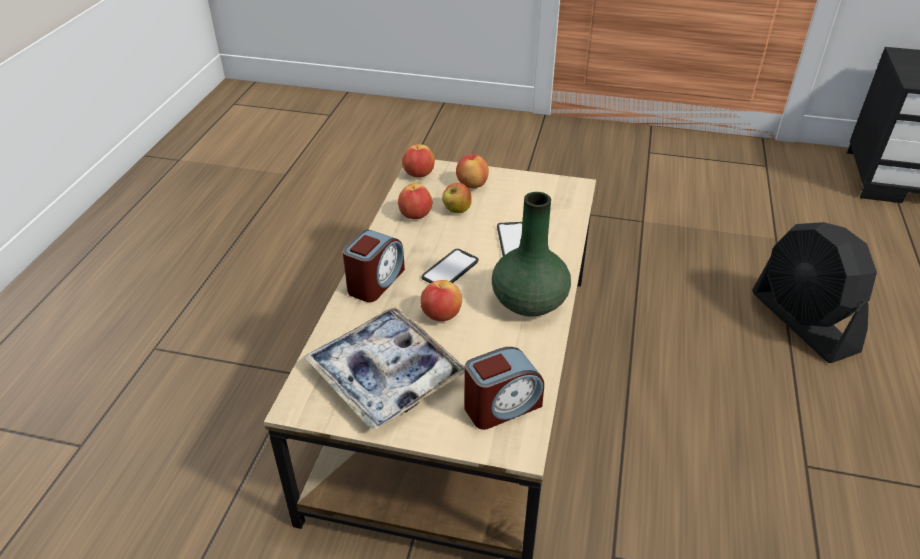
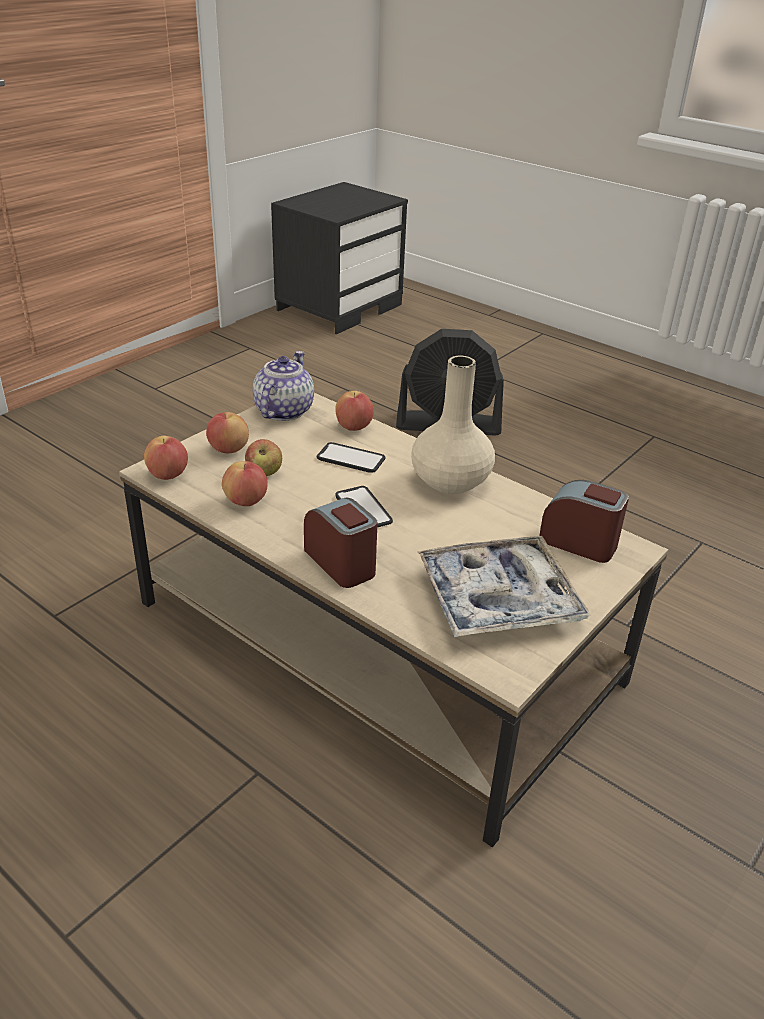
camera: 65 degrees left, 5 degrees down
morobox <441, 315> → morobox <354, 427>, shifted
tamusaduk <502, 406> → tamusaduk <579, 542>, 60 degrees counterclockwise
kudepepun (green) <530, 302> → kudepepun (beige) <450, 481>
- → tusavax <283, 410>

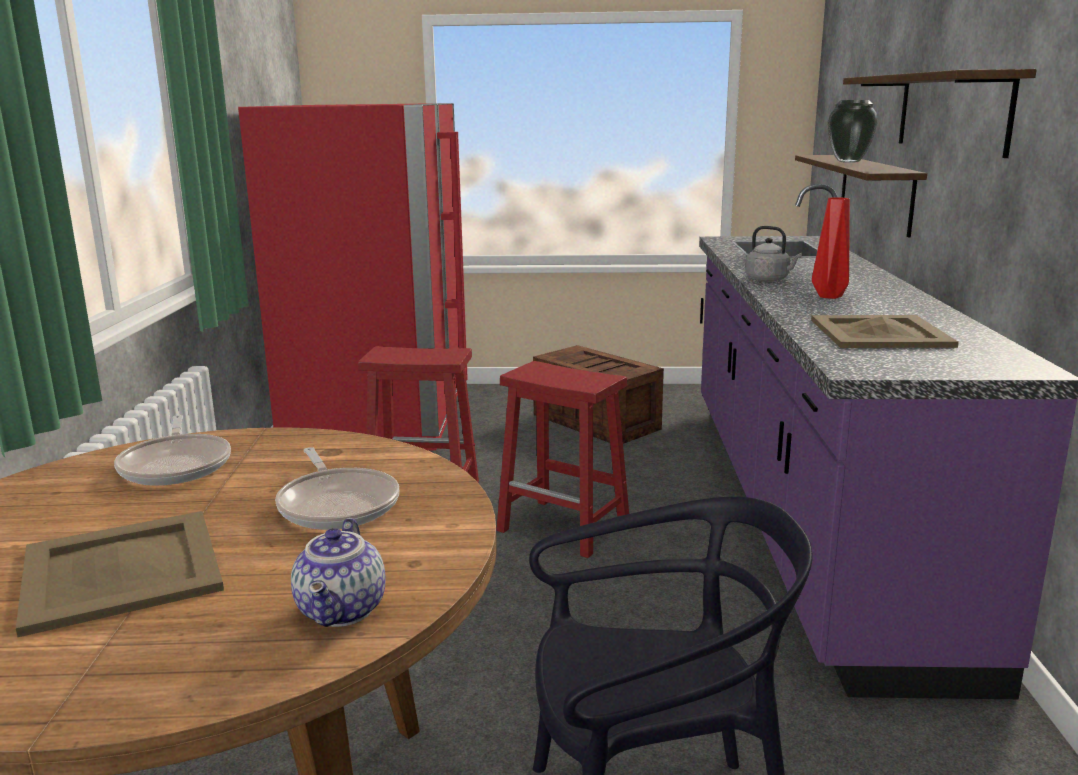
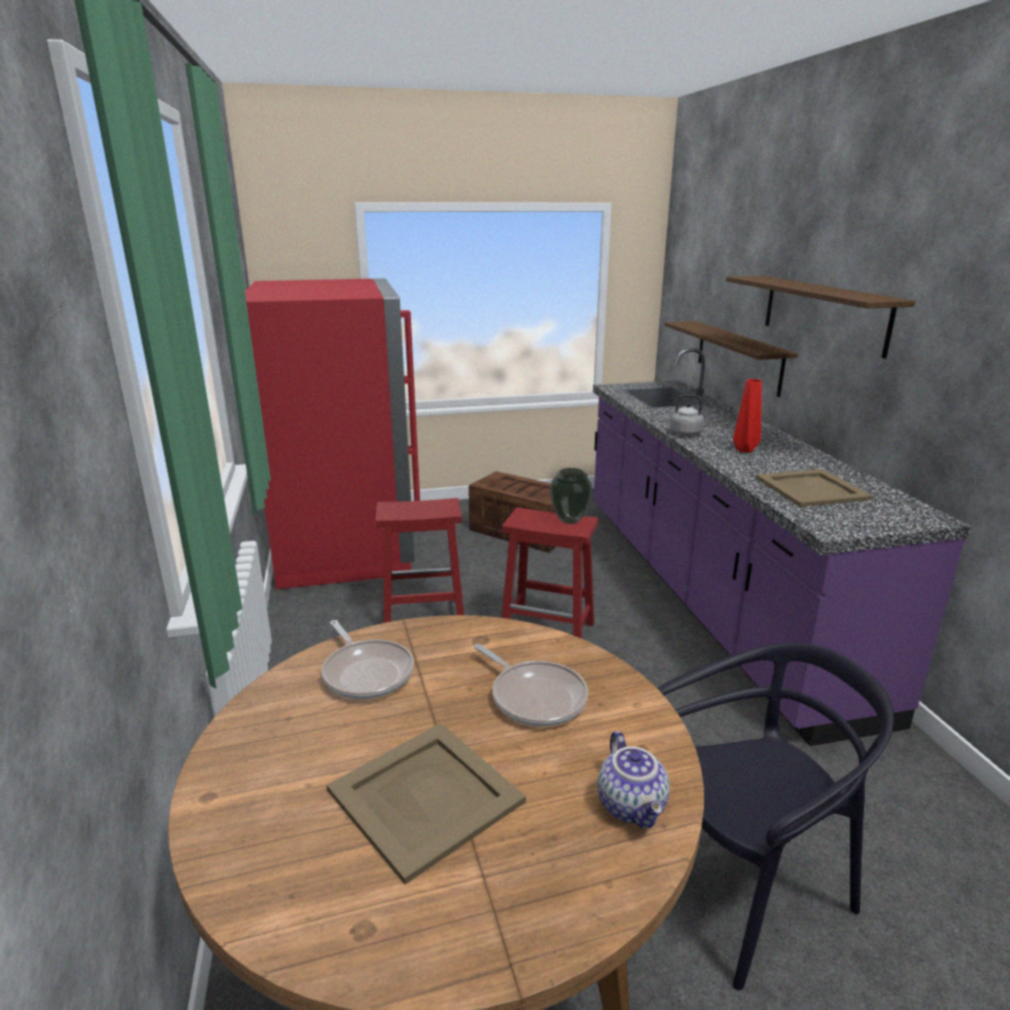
camera: 15 degrees left, 5 degrees up
kudepepun <848, 162> → kudepepun <569, 521>, shifted

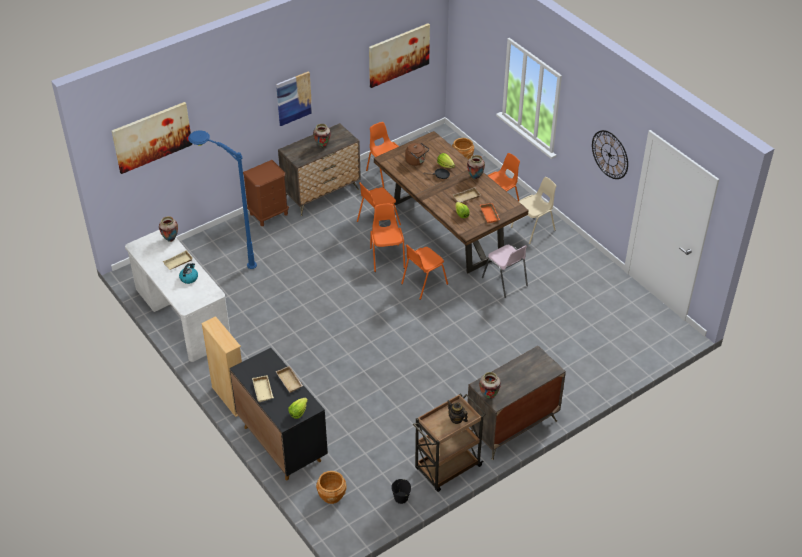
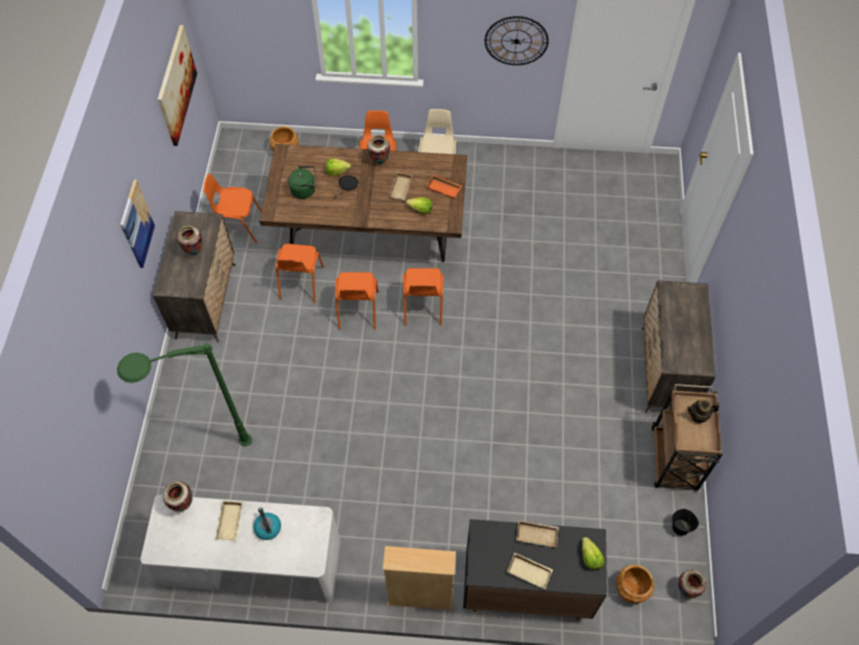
camera: 50 degrees left, 15 degrees up
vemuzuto <152, 137> → -
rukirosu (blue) <225, 256> → rukirosu (green) <204, 455>
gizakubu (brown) <268, 214> → -
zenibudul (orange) <387, 258> → zenibudul (orange) <357, 311>, 120 degrees counterclockwise
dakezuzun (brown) <416, 161> → dakezuzun (green) <305, 190>
kudepepun <488, 396> → kudepepun <686, 590>, shifted
zenibudul (pink) <505, 282> → -

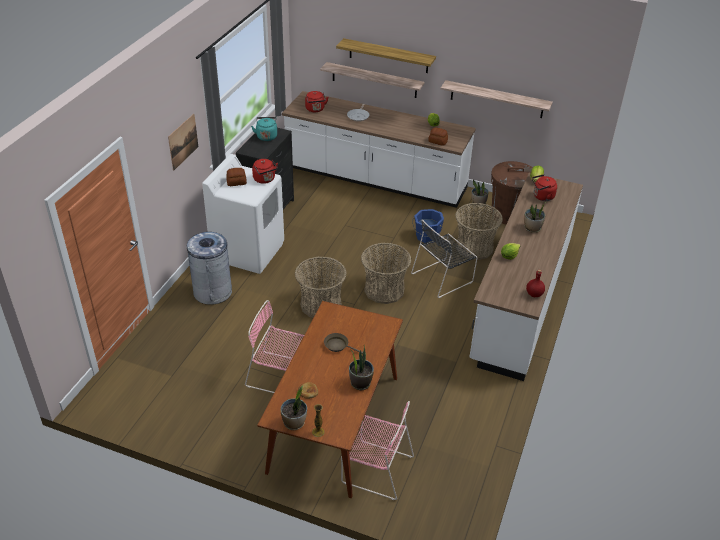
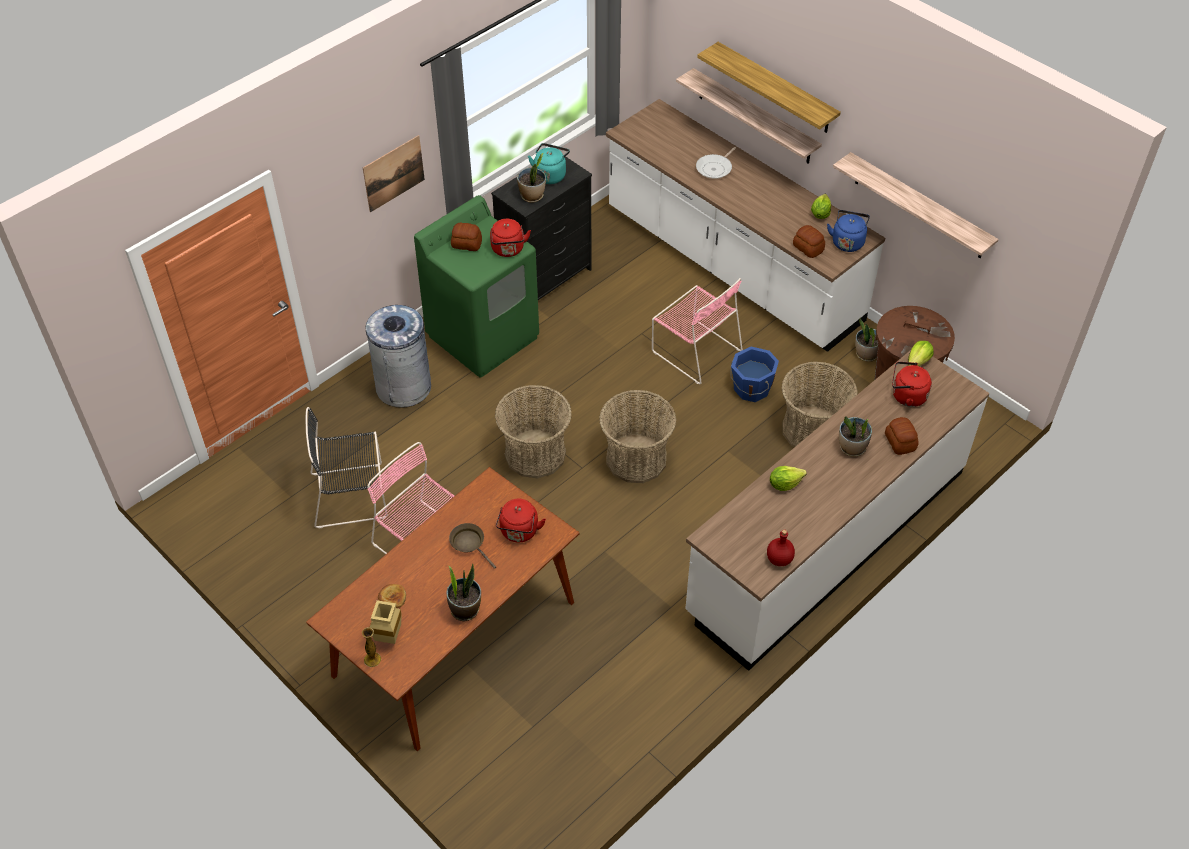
camera: 25 degrees right, 10 degrees up
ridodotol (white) <248, 251> → ridodotol (green) <483, 336>
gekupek <294, 423> → gekupek <532, 196>, shifted
dakezuzun (red) <315, 109> → dakezuzun (red) <519, 532>, shifted
zenibudul (pink) <375, 468> → zenibudul (pink) <694, 349>, shifted
zenibudul (black) <443, 277> → zenibudul (black) <352, 495>, shifted
- → kudepepun (beige) <389, 639>
- → dakezuzun (blue) <847, 241>
- → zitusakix <899, 442>

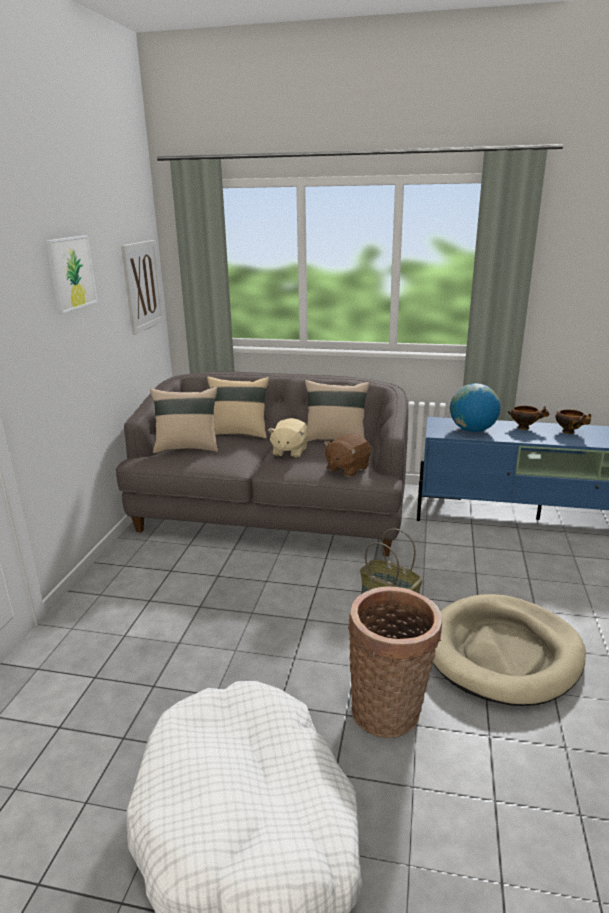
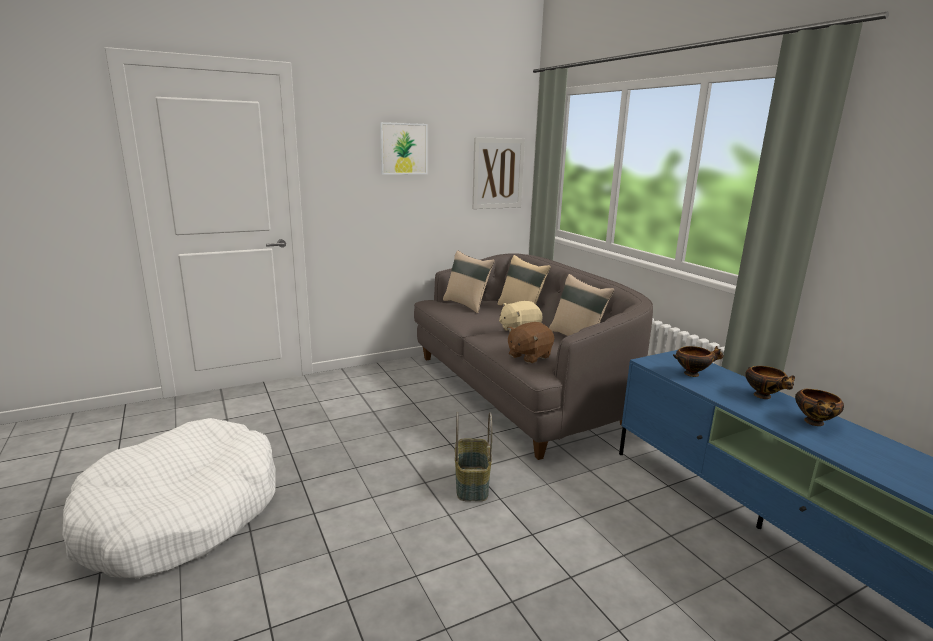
camera: 50 degrees right, 5 degrees down
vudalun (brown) <347, 468> → vudalun (brown) <528, 356>, 45 degrees counterclockwise
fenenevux <390, 710> → -
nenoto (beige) <502, 653> → -
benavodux <472, 430> → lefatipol <693, 374>

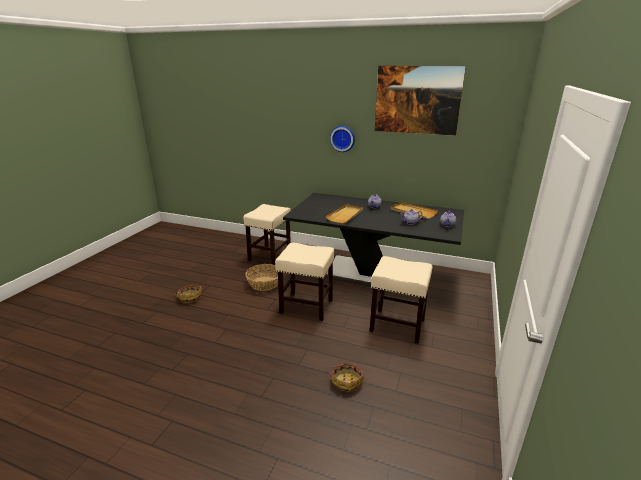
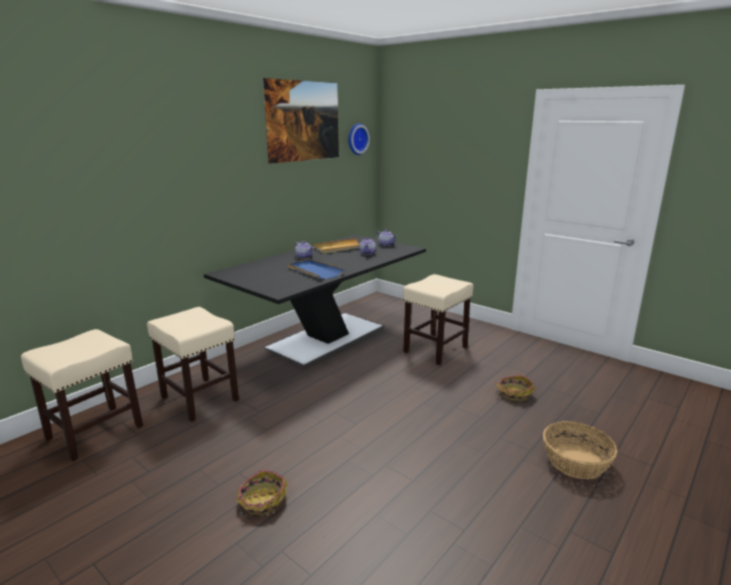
camera: 70 degrees left, 5 degrees down
fenenevux <264, 283> → fenenevux <575, 462>, shifted
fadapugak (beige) <305, 306> → fadapugak (beige) <94, 433>, shifted
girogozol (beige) <345, 215> → girogozol (blue) <314, 271>
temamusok <343, 138> → temamusok <356, 139>, shifted

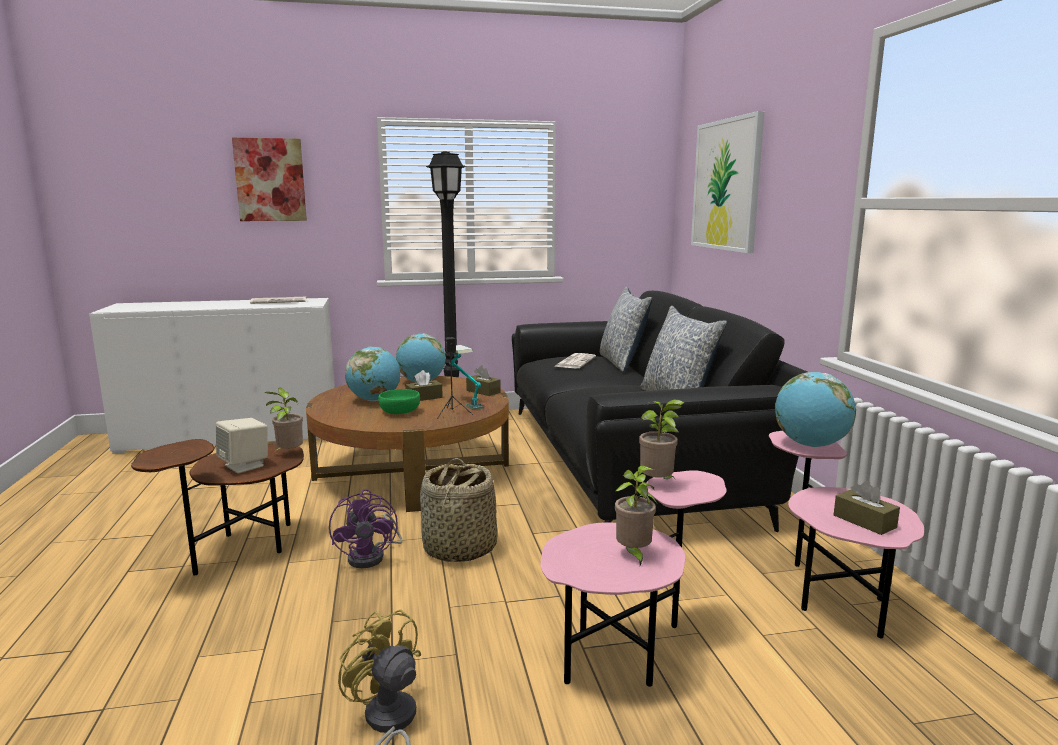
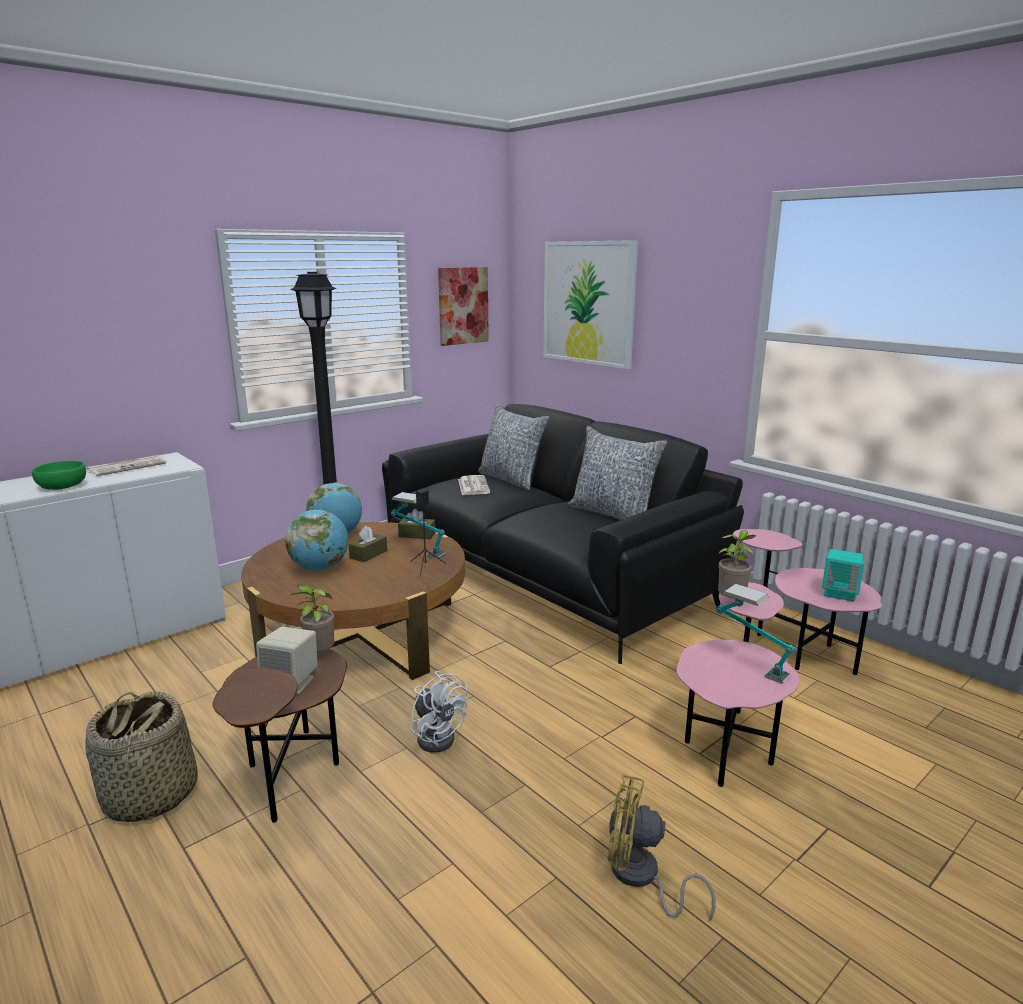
camera: 30 degrees left, 5 degrees up
vemuzuto <270, 180> → vemuzuto <463, 306>, shifted
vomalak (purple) <372, 556> → vomalak (white) <437, 736>
lefatipol (green) <400, 412> → lefatipol (green) <63, 487>, shifted
fenenevux <459, 549> → fenenevux <149, 796>, shifted
gekupek <633, 555> → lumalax <749, 666>
benavodux <811, 445> → -
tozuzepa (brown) <864, 521> → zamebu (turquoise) <840, 593>

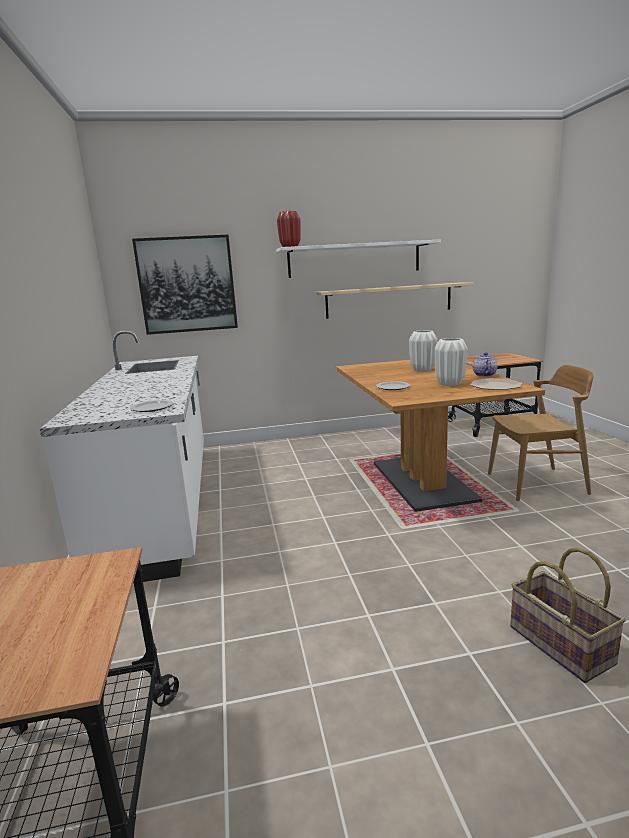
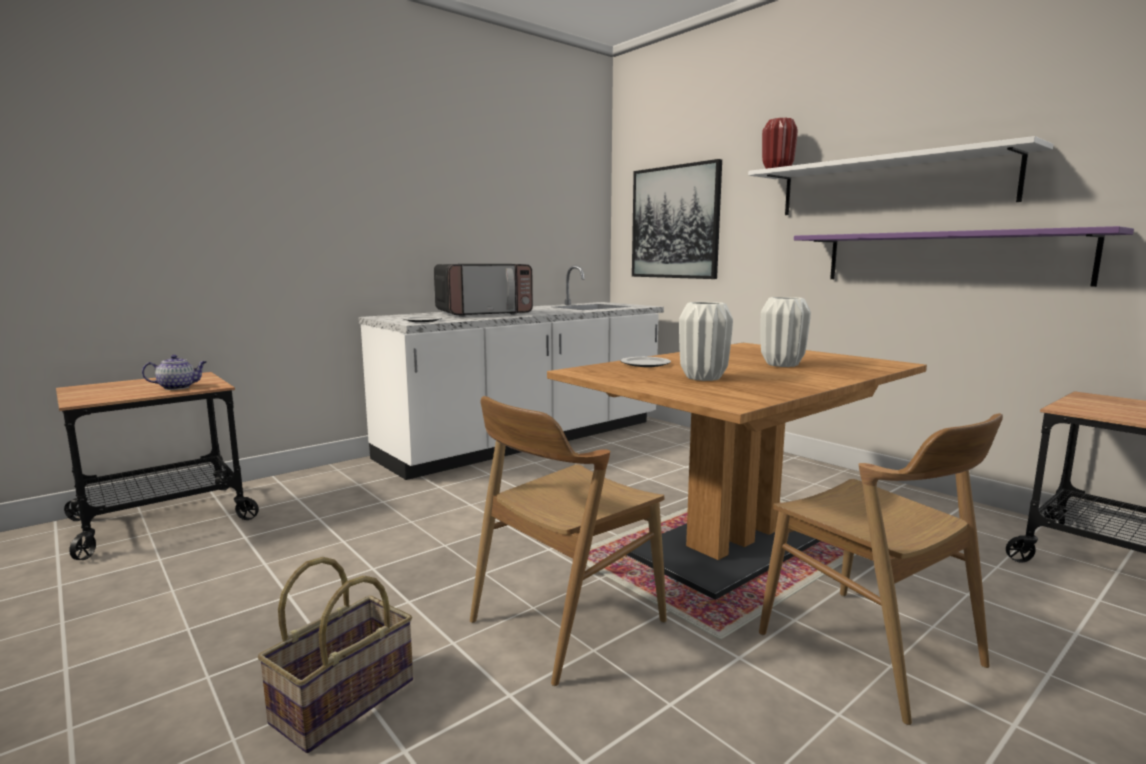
camera: 60 degrees right, 5 degrees down
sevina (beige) <389, 300> → sevina (purple) <947, 257>
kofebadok <495, 386> → -
tusavax <484, 375> → tusavax <178, 387>, shifted
- → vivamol <484, 313>
- → zenibudul (brown) <566, 621>

